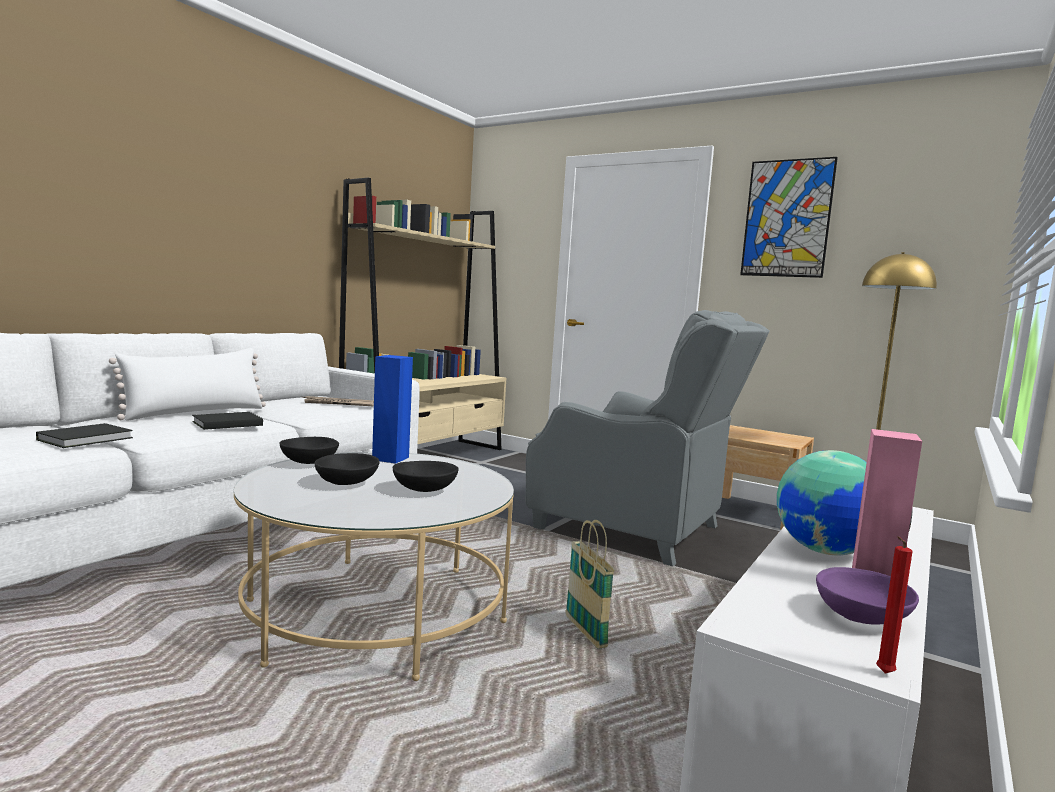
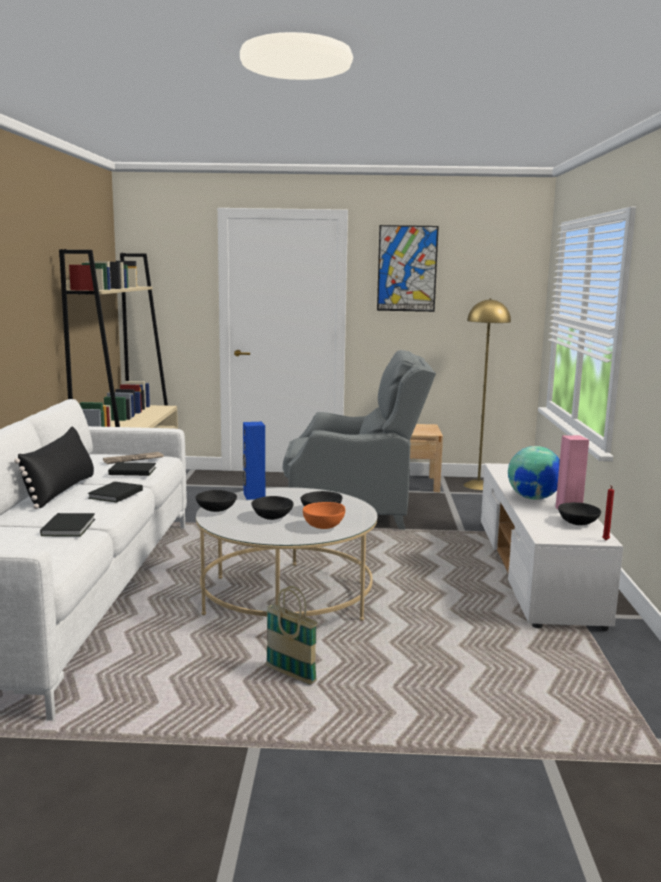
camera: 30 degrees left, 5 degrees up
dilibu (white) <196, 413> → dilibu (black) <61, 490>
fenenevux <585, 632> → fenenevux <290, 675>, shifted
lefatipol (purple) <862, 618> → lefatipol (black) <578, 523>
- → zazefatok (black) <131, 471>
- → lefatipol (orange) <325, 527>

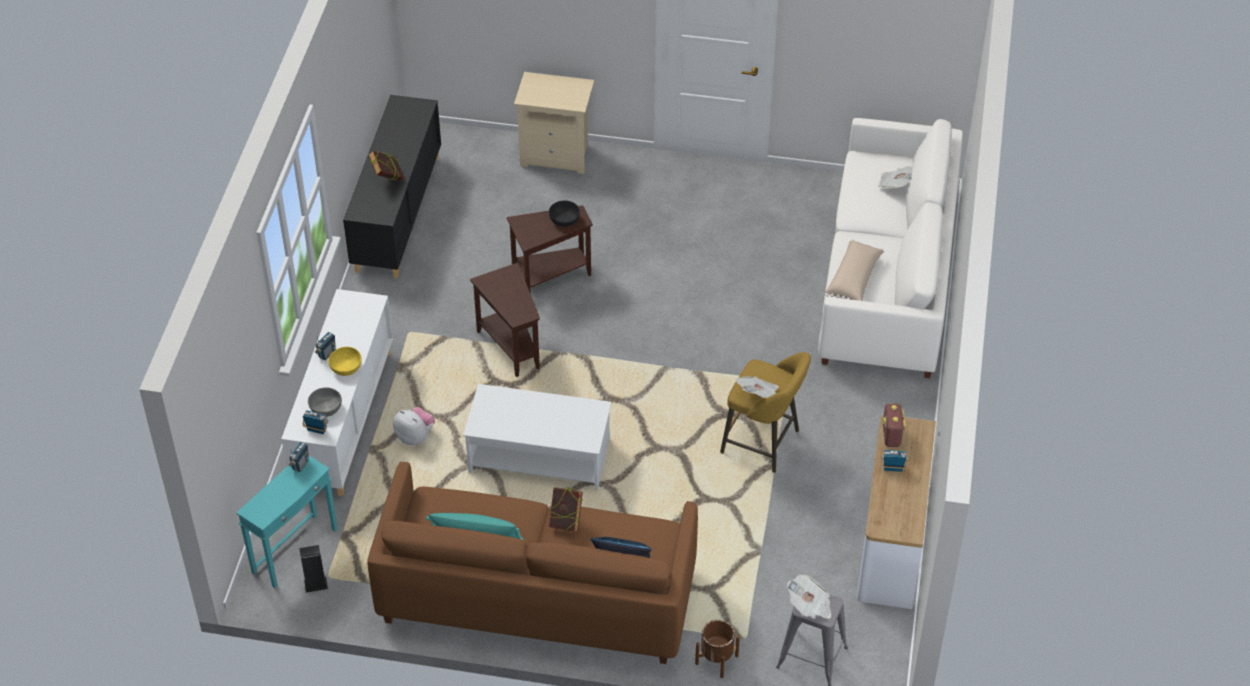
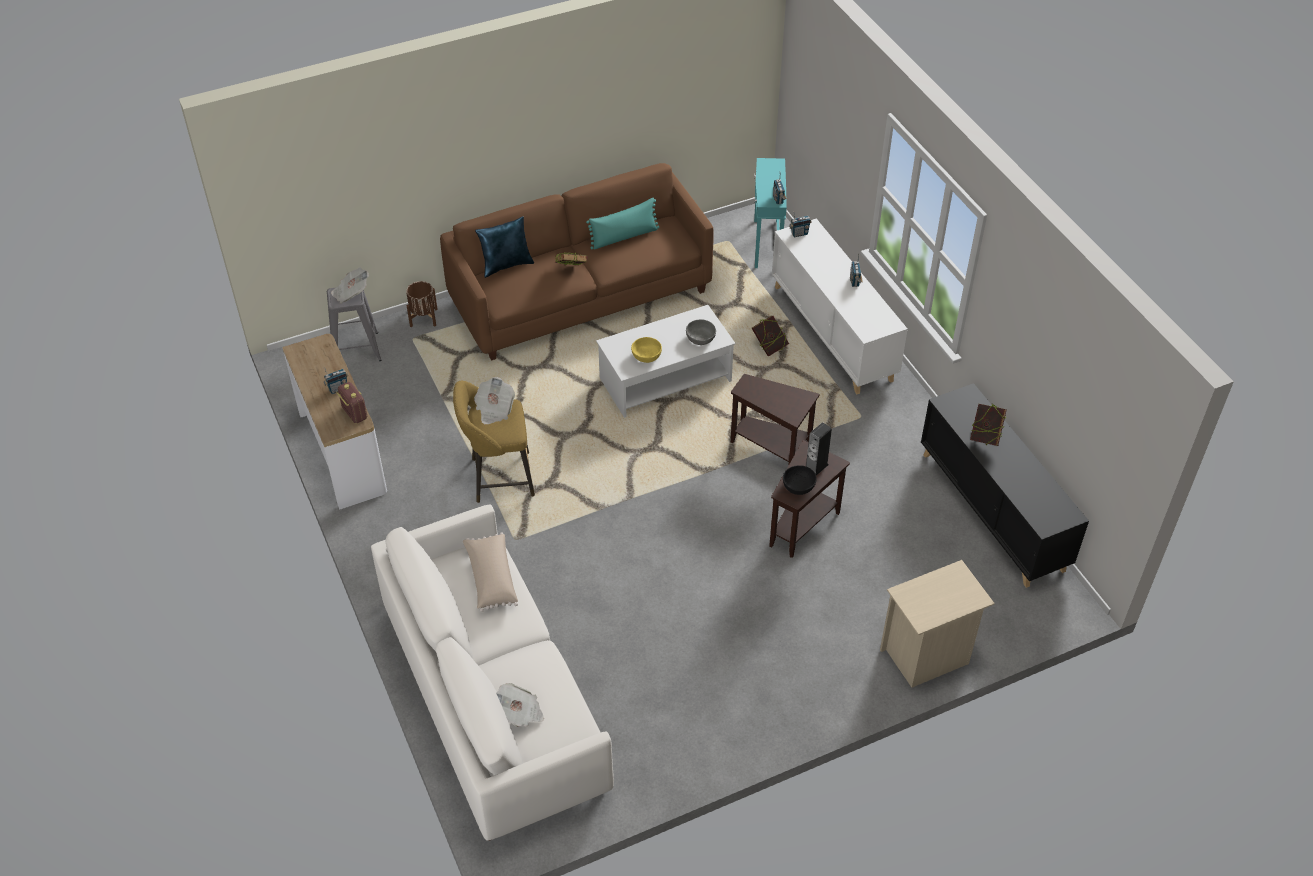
camera: 145 degrees right, 0 degrees up
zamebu <316, 584> → zamebu <816, 466>, shifted
lefatipol (grey) <325, 408> → lefatipol (grey) <700, 338>, shifted
lefatipol (yellow) <346, 367> → lefatipol (yellow) <646, 356>, shifted
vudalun <415, 436> → zazefatok <769, 347>

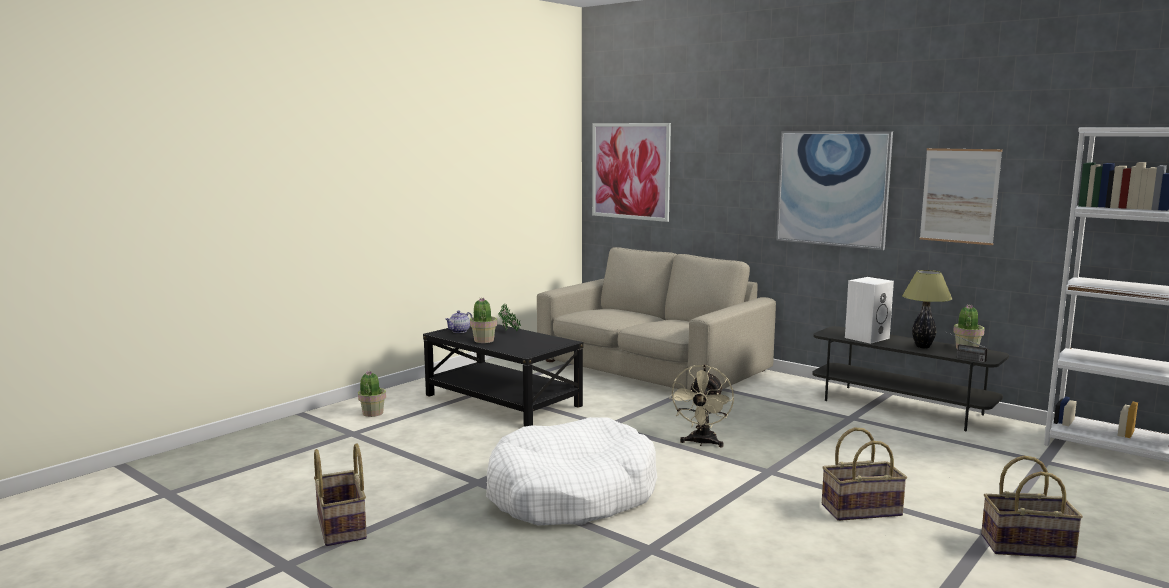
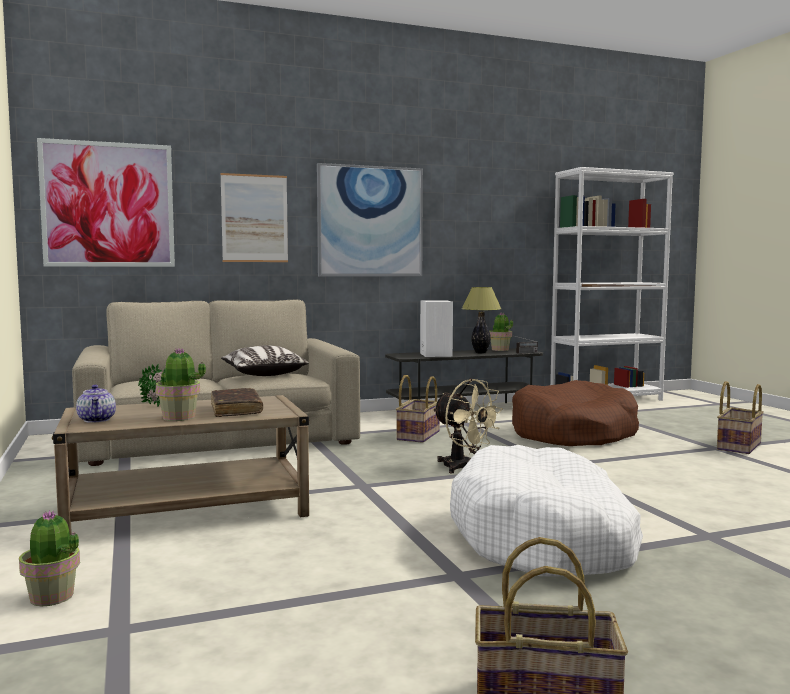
camera: 60 degrees left, 5 degrees down
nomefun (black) <503, 401> → nomefun (beige) <187, 511>
fenenevux <861, 509> → fenenevux <417, 435>, shifted
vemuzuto <959, 196> → vemuzuto <254, 218>, shifted
- → zazefatok (brown) <236, 410>
- → dilibu <263, 374>
- → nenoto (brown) <572, 433>

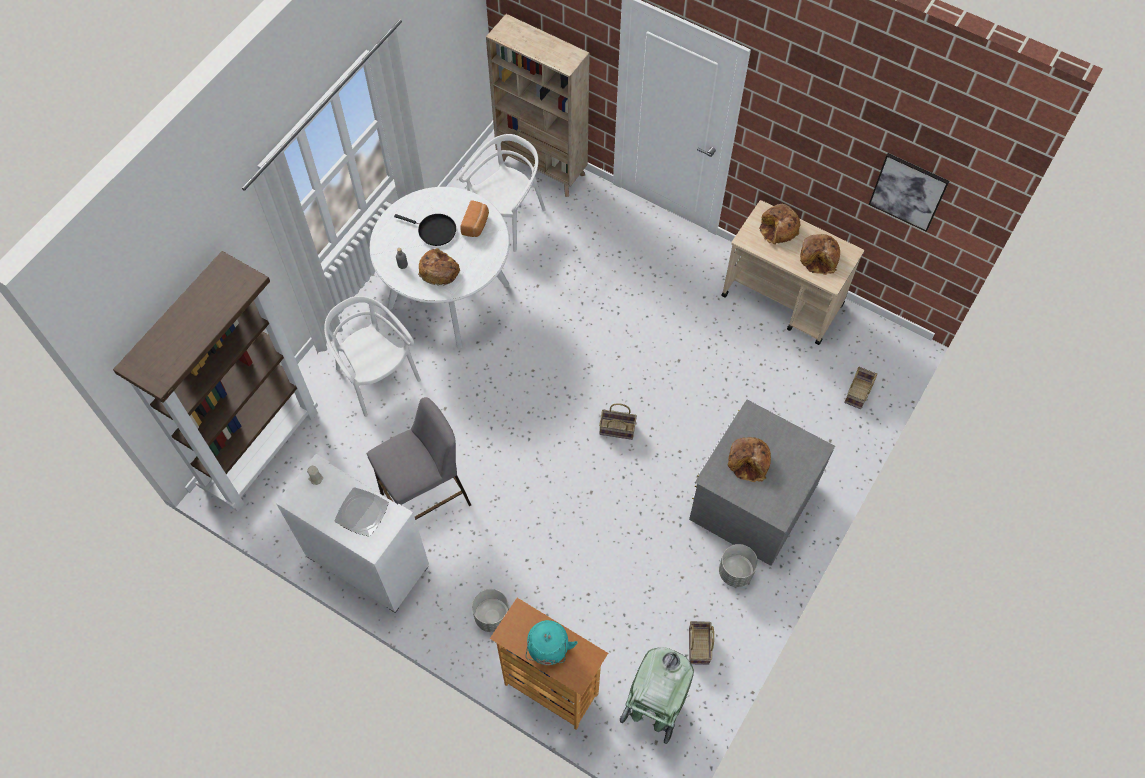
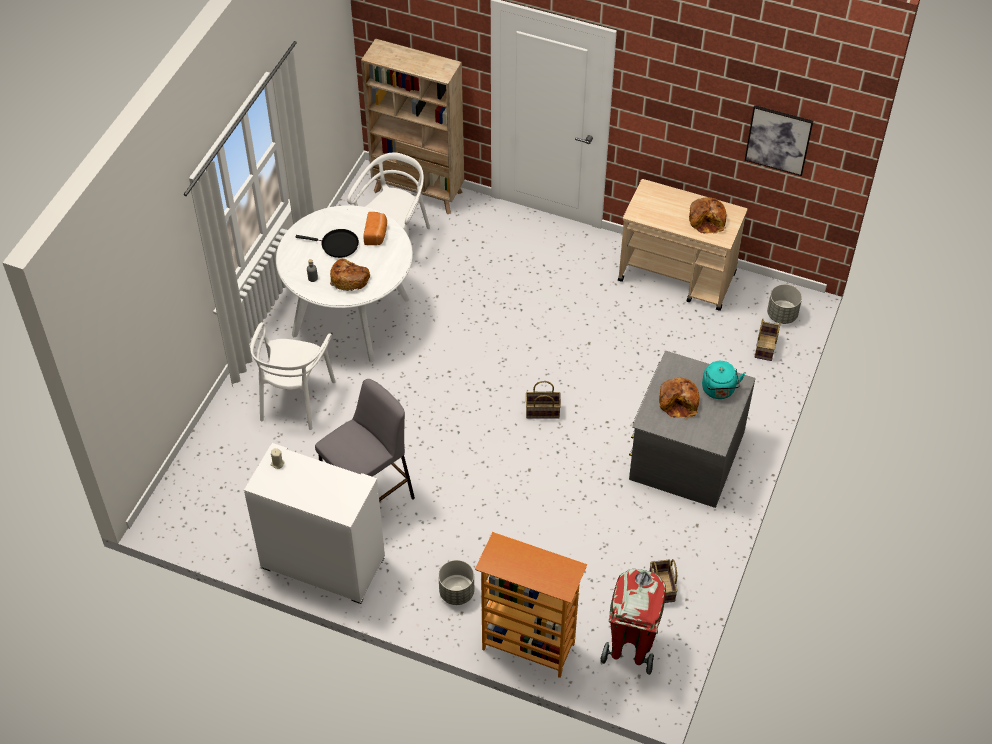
camera: 10 degrees left, 10 degrees down
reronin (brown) <261, 449> → -
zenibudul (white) <376, 377> → zenibudul (white) <295, 399>, 120 degrees counterclockwise
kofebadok <362, 512> → -
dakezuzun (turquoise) <548, 650> → dakezuzun (turquoise) <719, 390>, shifted
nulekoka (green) <653, 709> → nulekoka (red) <630, 648>
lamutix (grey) <735, 572> → lamutix (grey) <782, 315>, shifted
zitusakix <778, 229> → -

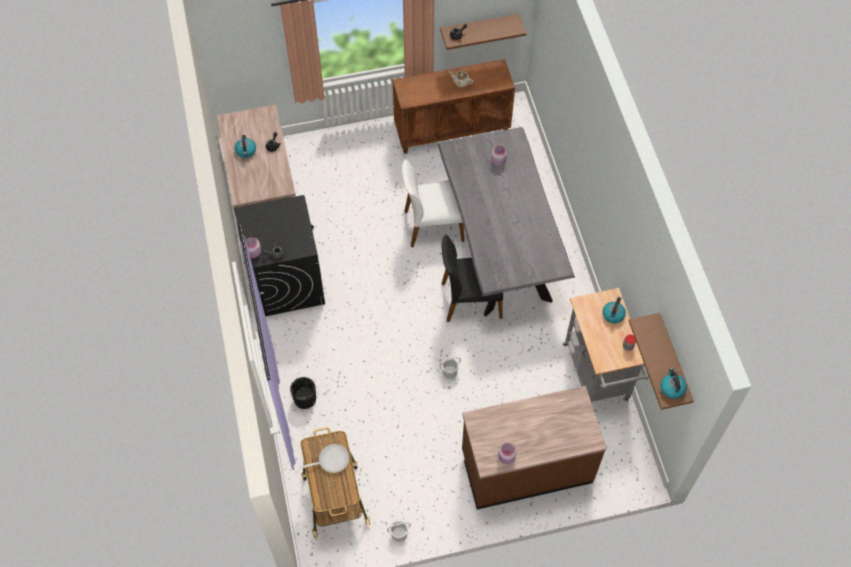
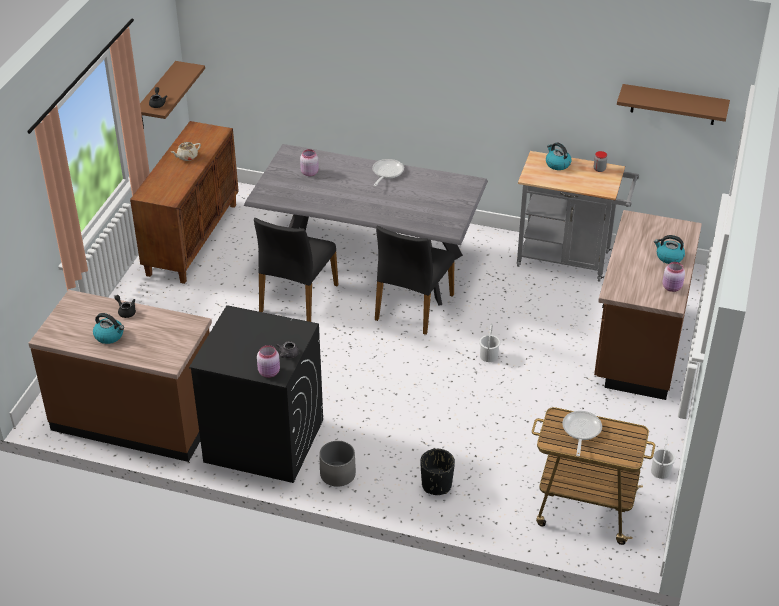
camera: 60 degrees left, 20 degrees down
zenibudul (white) <433, 225> → zenibudul (black) <297, 298>
dakezuzun <672, 388> → dakezuzun <669, 257>, shifted
- → lamutix (grey) <337, 474>
- → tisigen <386, 173>

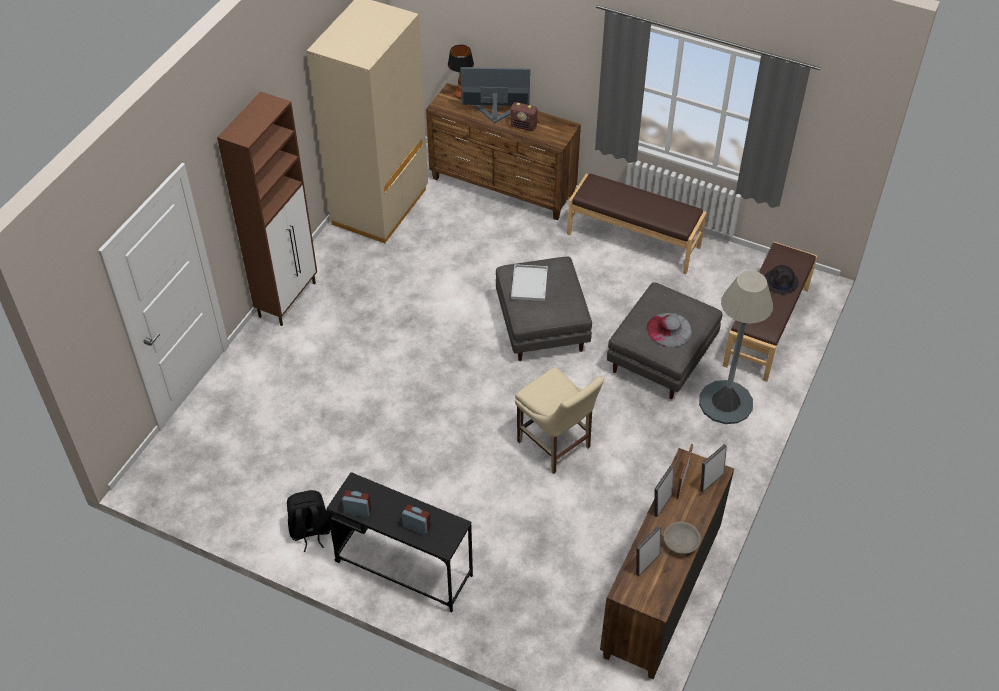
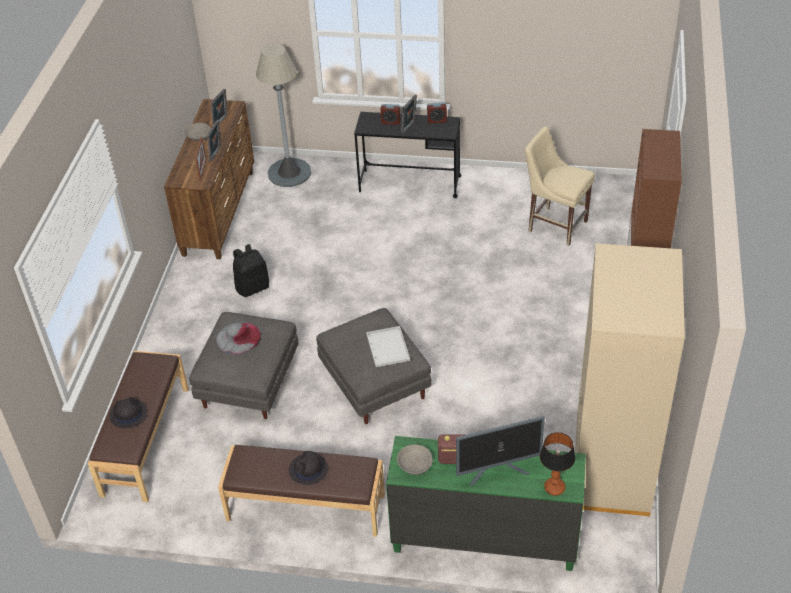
camera: 165 degrees right, 5 degrees down
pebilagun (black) <310, 531> → pebilagun (black) <252, 287>, shifted
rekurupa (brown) <503, 188> → rekurupa (green) <484, 538>
zenibudul (beige) <556, 446> → zenibudul (beige) <555, 225>, shifted
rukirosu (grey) <725, 402> → rukirosu (grey) <289, 173>, shifted
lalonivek <710, 481> → lalonivek <409, 127>, shifted
- → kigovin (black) <308, 470>
- → lefatipol (grey) <415, 465>

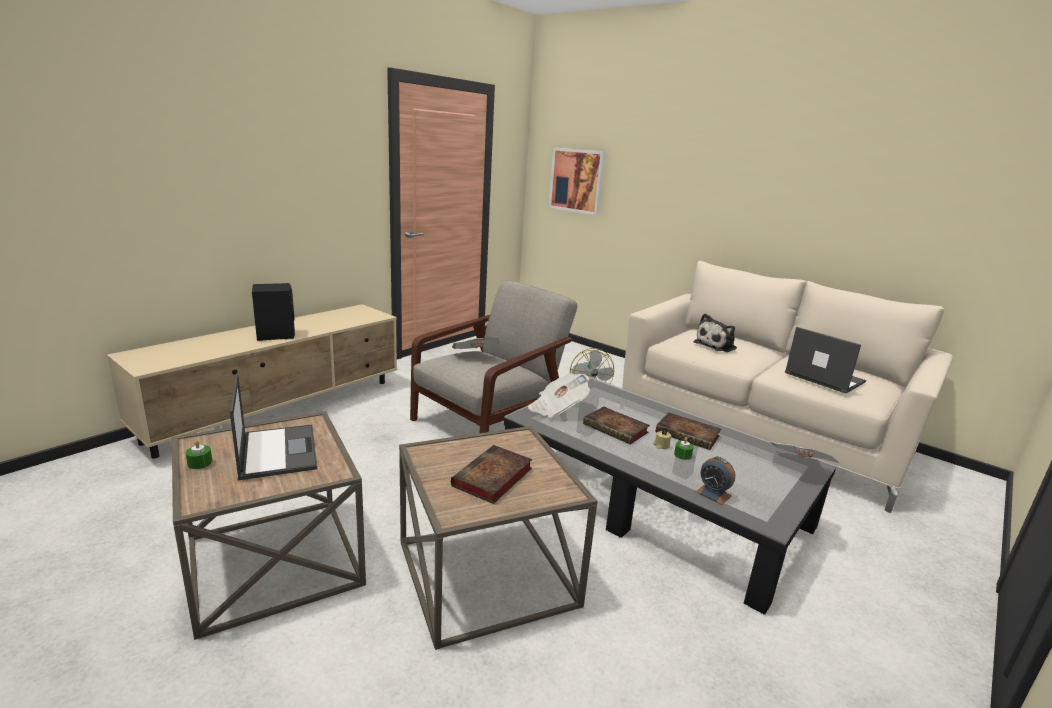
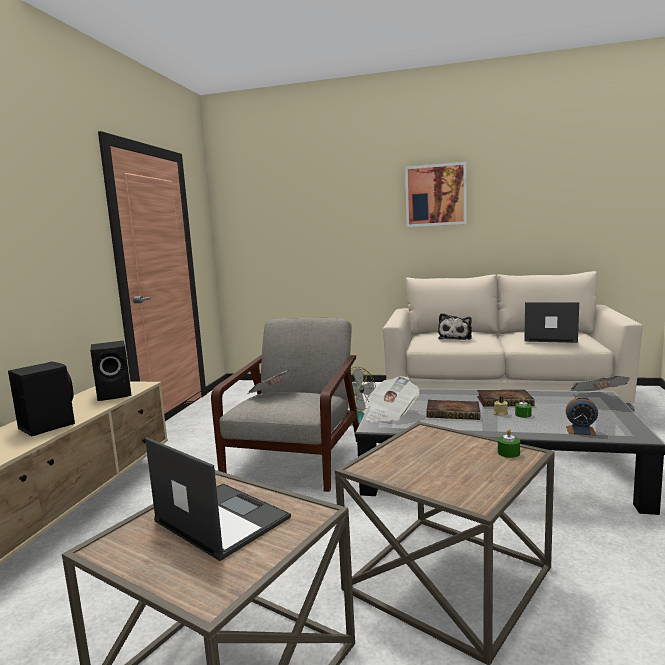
camera: 25 degrees left, 10 degrees down
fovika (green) <200, 463> → fovika (green) <508, 453>, shifted
zazefatok <492, 479> → -
vemuzuto <576, 181> → vemuzuto <435, 195>, shifted
- → zamebu (black) <116, 394>

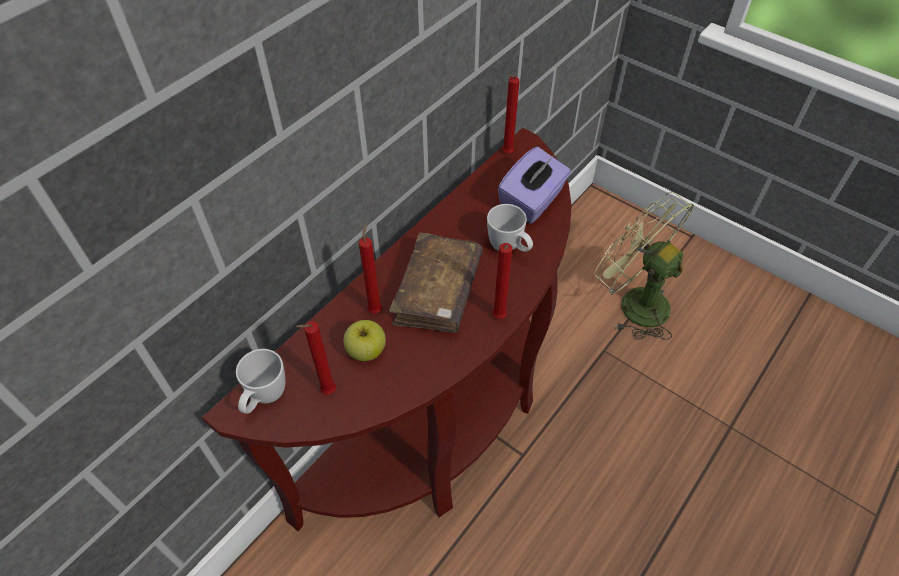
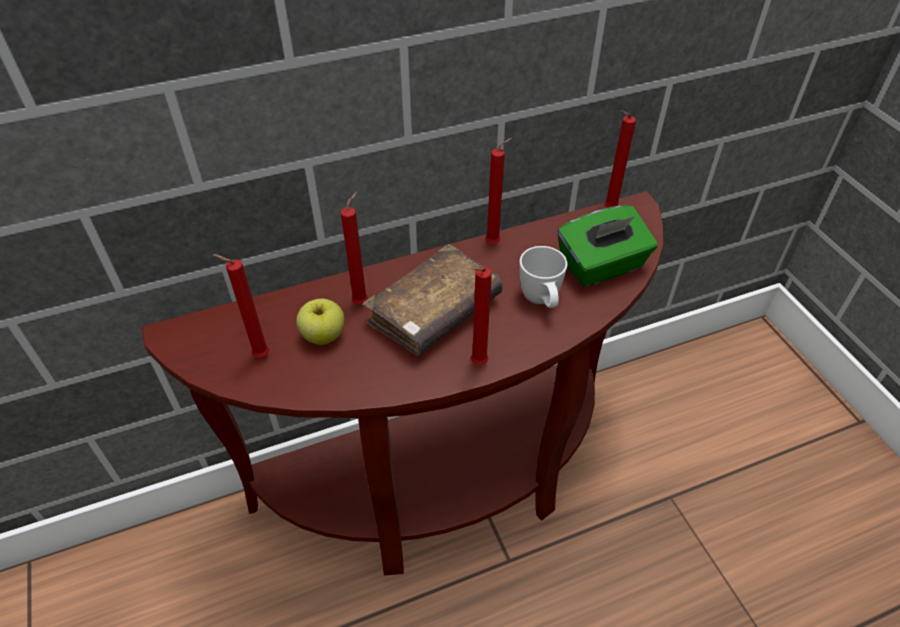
camera: 30 degrees right, 5 degrees down
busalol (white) <264, 398> → -
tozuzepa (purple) <532, 202> → tozuzepa (green) <602, 266>
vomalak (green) <634, 302> → -
- → fovika (red) <495, 243>

